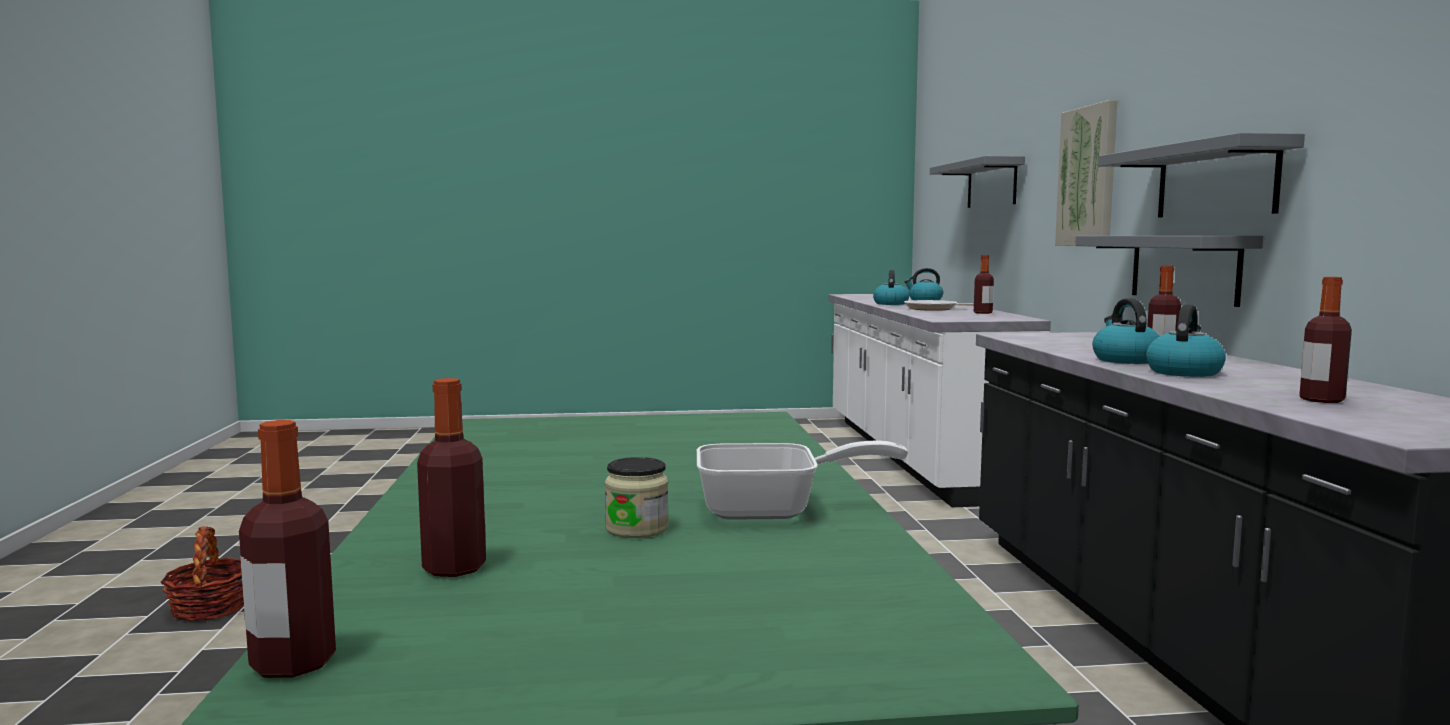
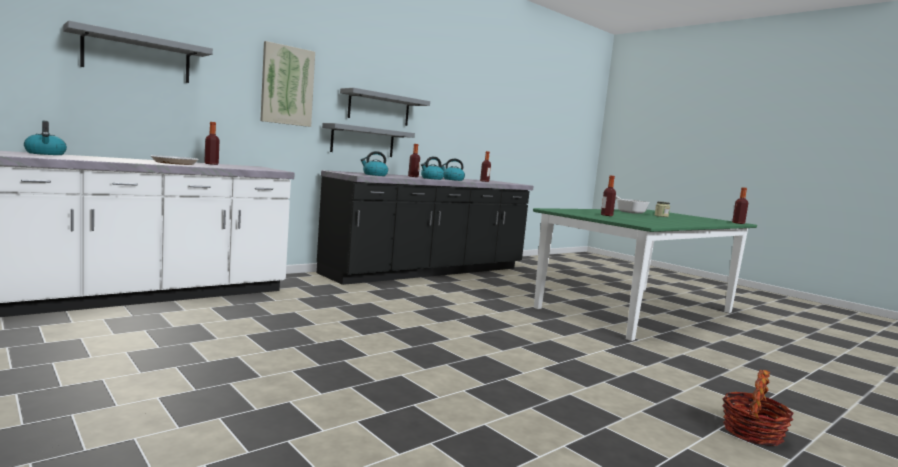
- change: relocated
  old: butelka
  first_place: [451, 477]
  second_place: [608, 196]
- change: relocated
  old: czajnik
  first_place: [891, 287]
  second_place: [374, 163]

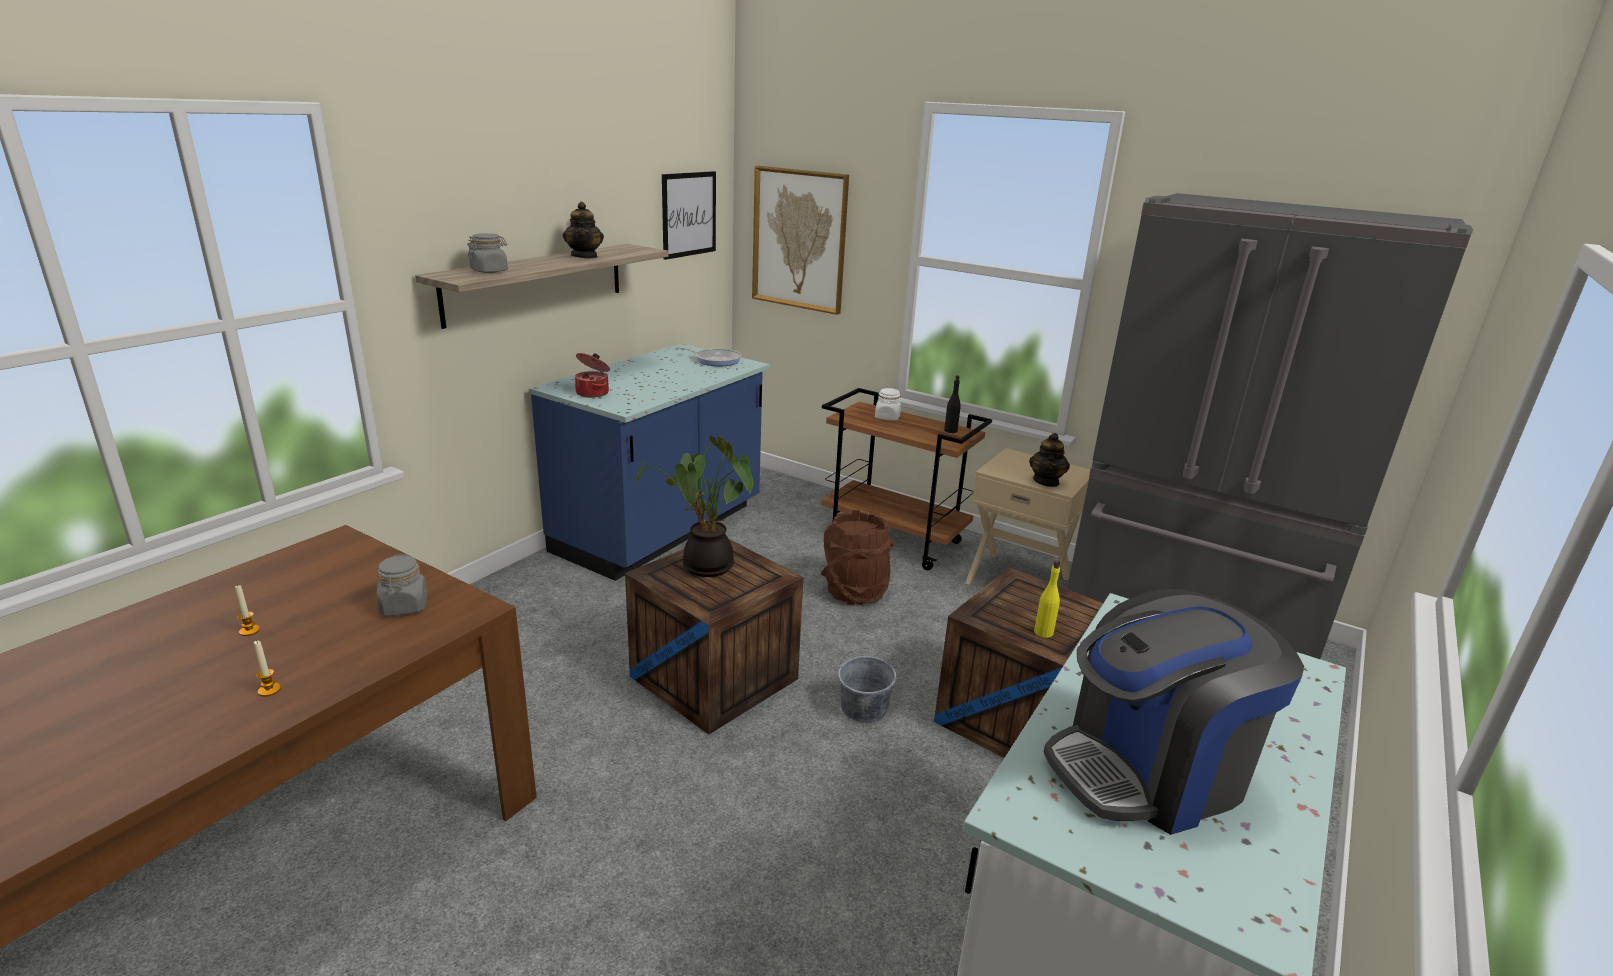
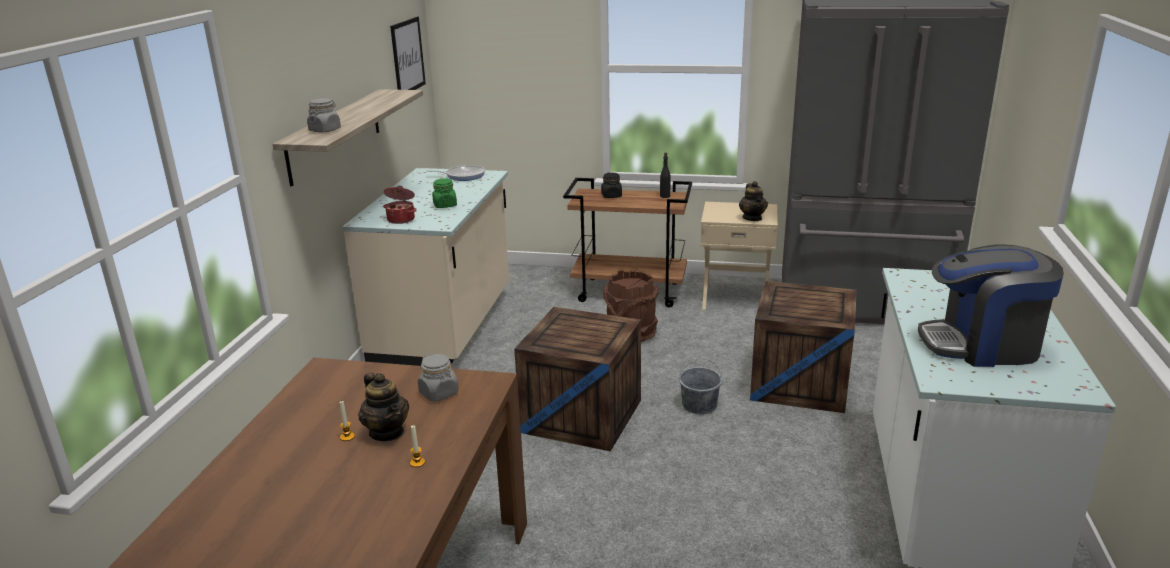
- change: missing
  old: roślina doniczkowa
  first_place: [693, 506]
- change: missing
  old: obraz
  first_place: [800, 240]
- change: missing
  old: butelka [żółty]
  first_place: [1047, 599]
- change: appeared
  new: słoik [zielony]
  second_place: [444, 193]
- change: relocated
  old: imbryk
  first_place: [583, 230]
  second_place: [383, 406]
- change: colour
  old: zabudowa kuchenna [niebieski]
  new: zabudowa kuchenna [beżowy]
  first_place: [649, 462]
  second_place: [426, 267]
- change: colour
  old: słoik [biały]
  new: słoik [czarny]
  first_place: [888, 404]
  second_place: [611, 185]
- change: spun
  old: ekspres do kawy
  first_place: [1173, 712]
  second_place: [991, 306]
  degrees: 45

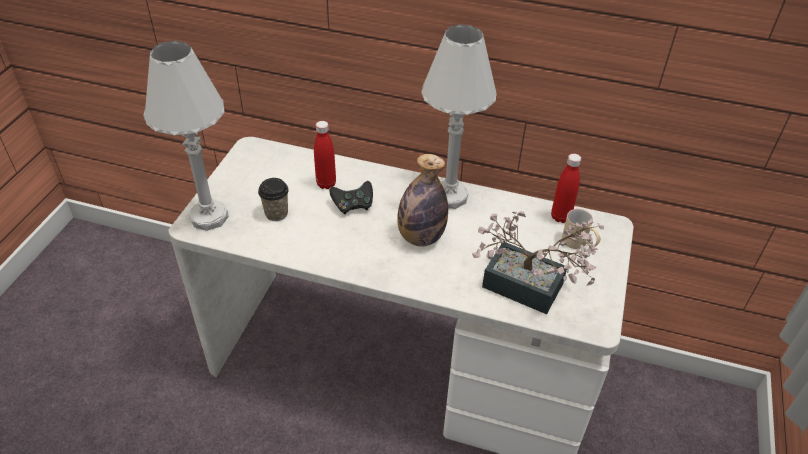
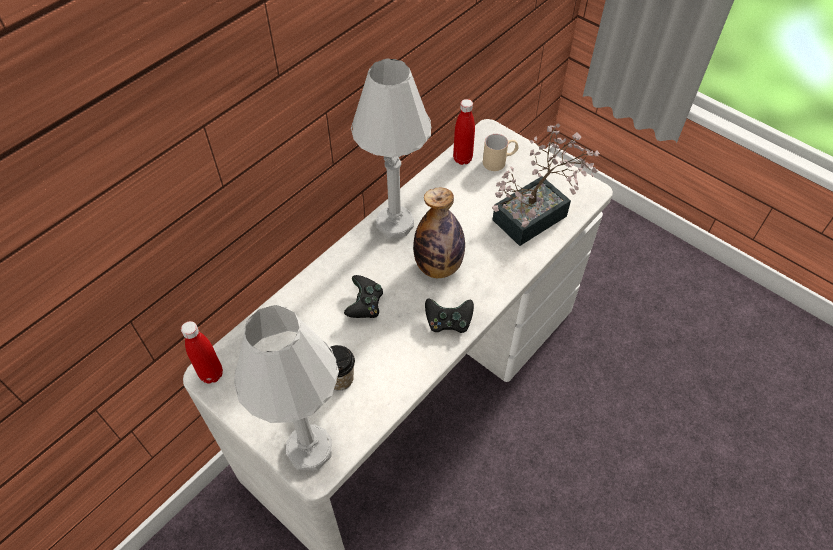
- change: appeared
  new: pad do gier [czarny]
  second_place: [449, 316]
- change: relocated
  old: butelka [czerwony]
  first_place: [325, 155]
  second_place: [202, 352]

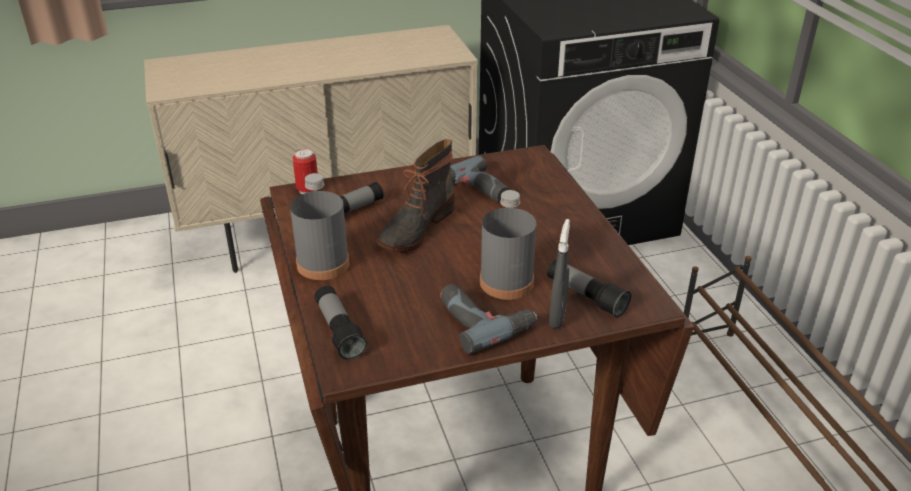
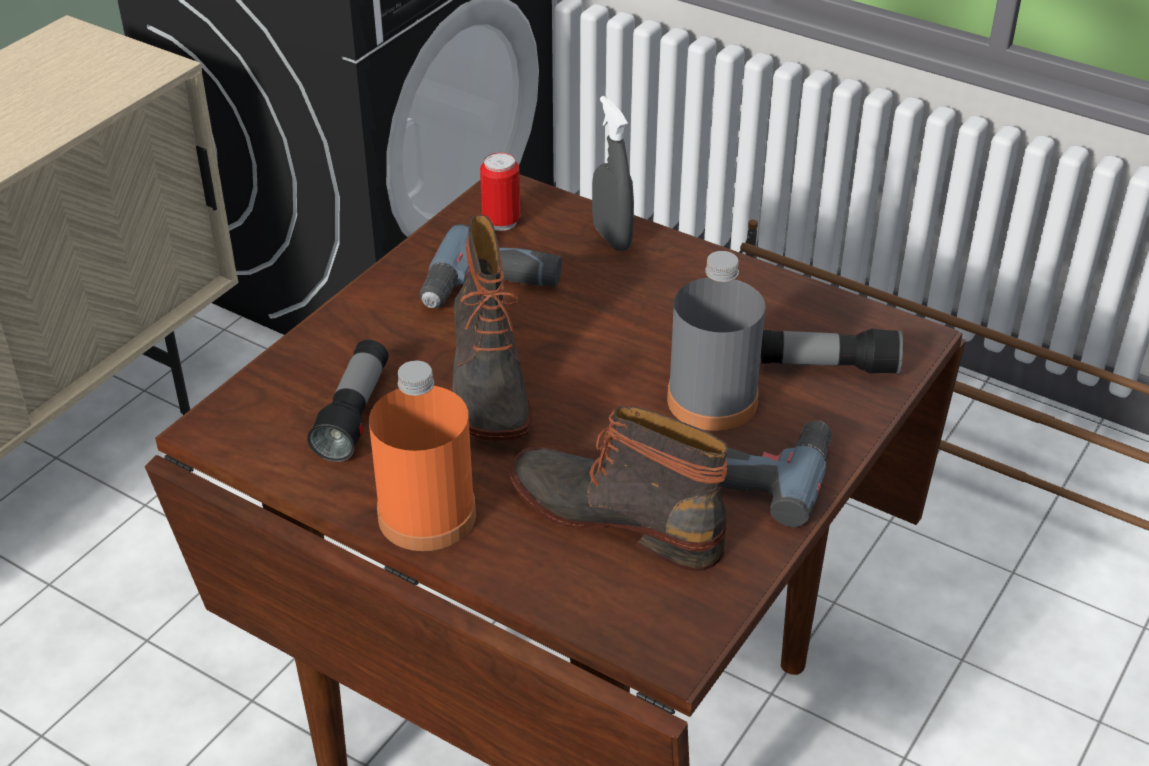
- change: missing
  old: latarka
  first_place: [341, 323]
- change: appeared
  new: but z cholewką
  second_place: [619, 488]
- change: relocated
  old: puszka
  first_place: [305, 171]
  second_place: [500, 191]
- change: relocated
  old: spryskiwacz [szary]
  first_place: [559, 273]
  second_place: [613, 173]
- change: colour
  old: butelka [szary]
  new: butelka [pomarańczowy]
  first_place: [320, 226]
  second_place: [422, 456]

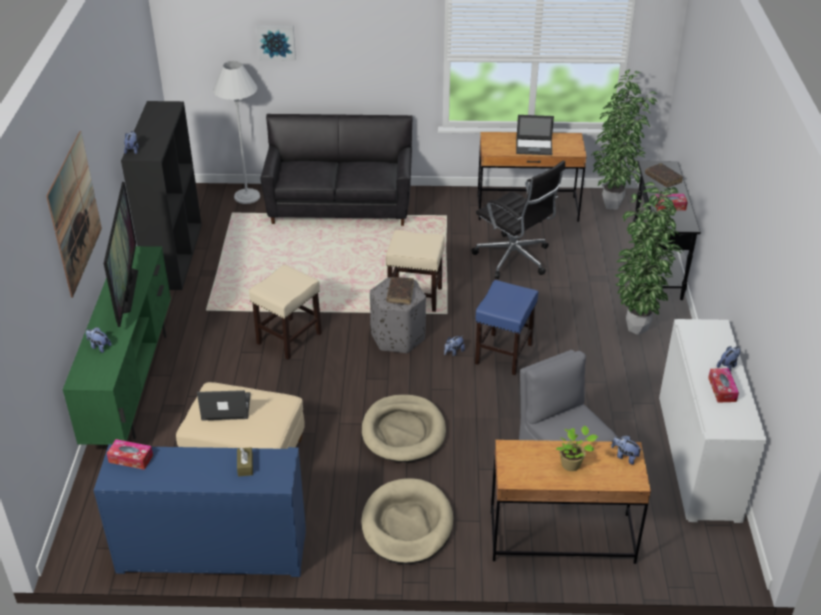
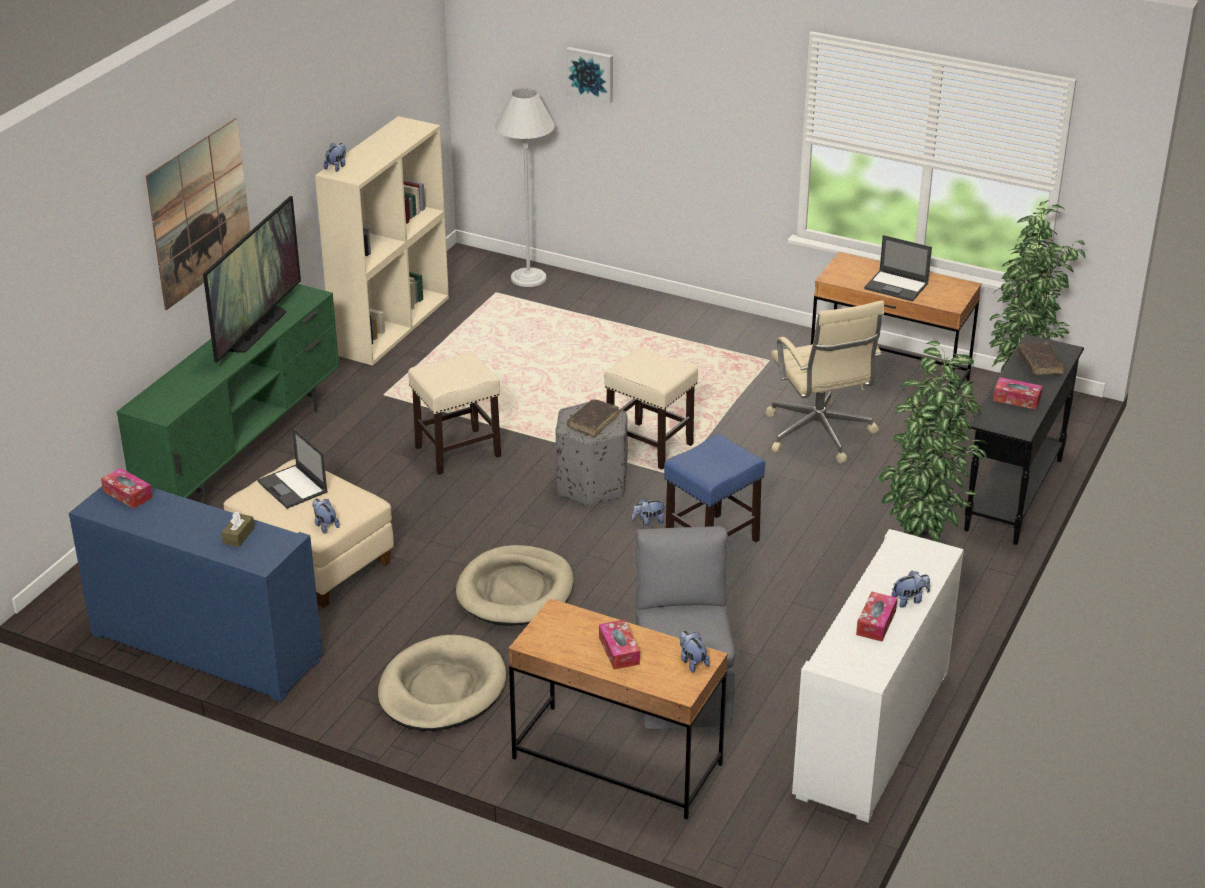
- change: missing
  old: kanapa [czarny]
  first_place: [336, 170]
- change: relocated
  old: pluszak
  first_place: [99, 340]
  second_place: [326, 516]
- change: exchanged
  old: roślina doniczkowa
  new: pudełko chusteczek
  first_place: [577, 448]
  second_place: [619, 644]
- change: colour
  old: regał [czarny]
  new: regał [beżowy]
  first_place: [161, 195]
  second_place: [382, 240]
- change: colour
  old: krzesło biurowe [czarny]
  new: krzesło biurowe [beżowy]
  first_place: [518, 219]
  second_place: [824, 381]
- change: spun
  old: laptop
  first_place: [223, 405]
  second_place: [293, 468]
  degrees: -150

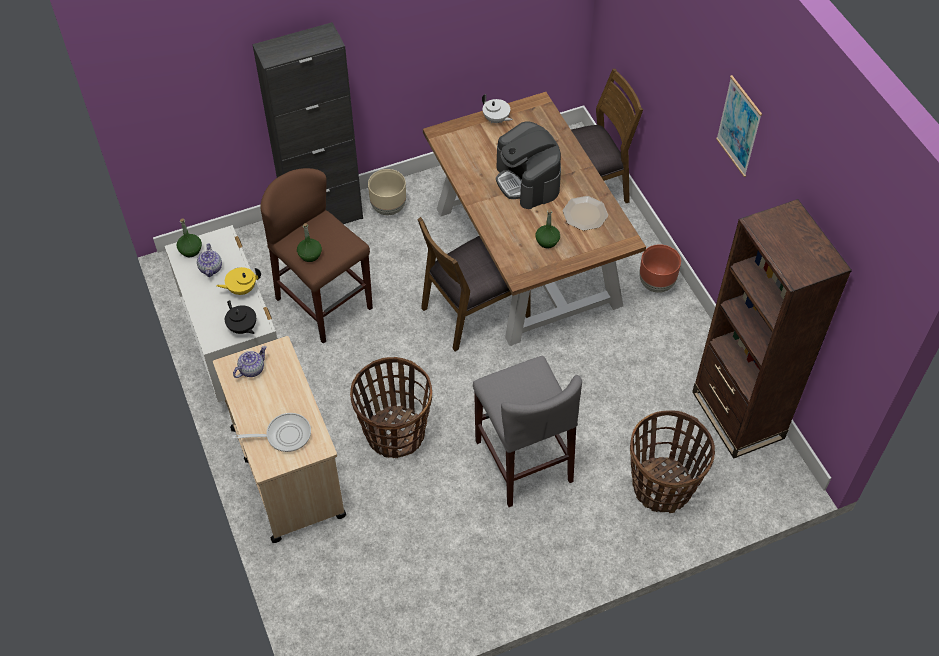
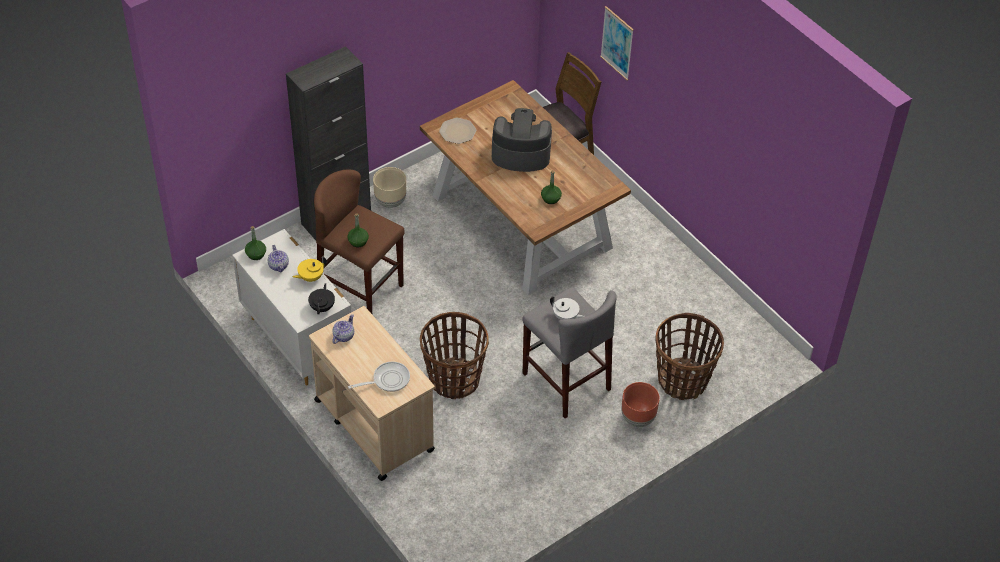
- change: missing
  old: krzesło [brązowy]
  first_place: [474, 284]
- change: missing
  old: regał [brązowy]
  first_place: [772, 329]
- change: relocated
  old: imbryk [biały]
  first_place: [497, 108]
  second_place: [567, 308]
- change: relocated
  old: talerz
  first_place: [585, 213]
  second_place: [457, 131]
- change: relocated
  old: donica [brązowy]
  first_place: [660, 268]
  second_place: [640, 404]
- change: relocated
  old: obraz
  first_place: [739, 126]
  second_place: [617, 43]
- change: spun
  old: imbryk [czarny]
  first_place: [240, 317]
  second_place: [321, 299]
  degrees: -120
- change: spun
  old: ekspres do kawy
  first_place: [528, 165]
  second_place: [522, 140]
  degrees: 135

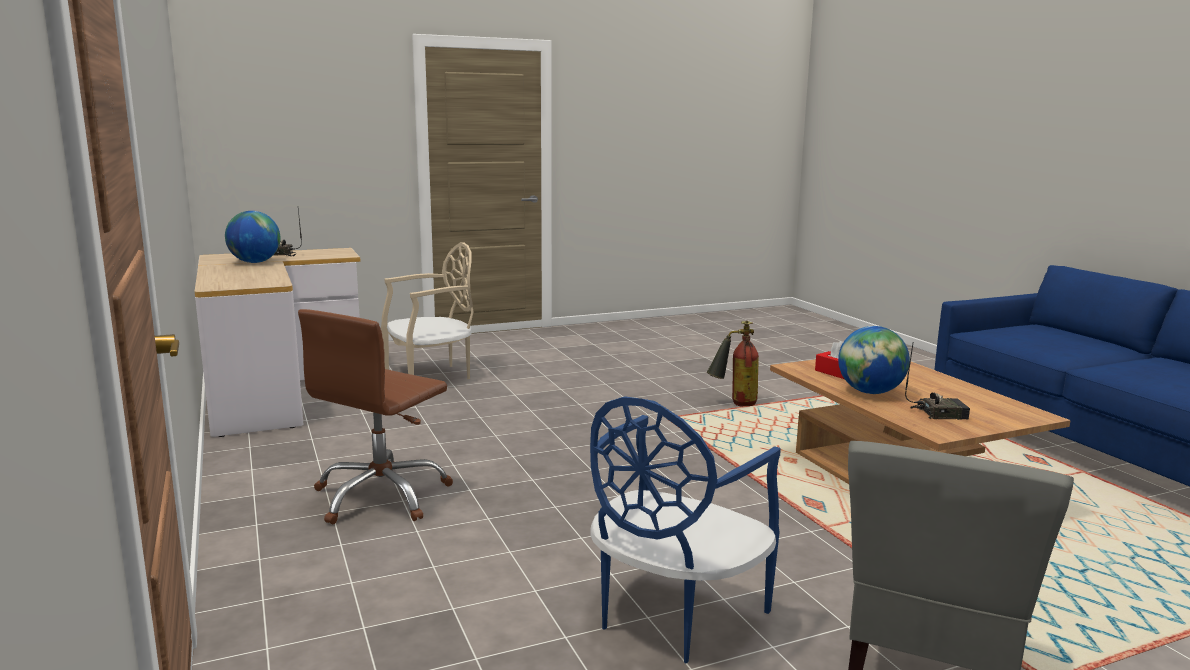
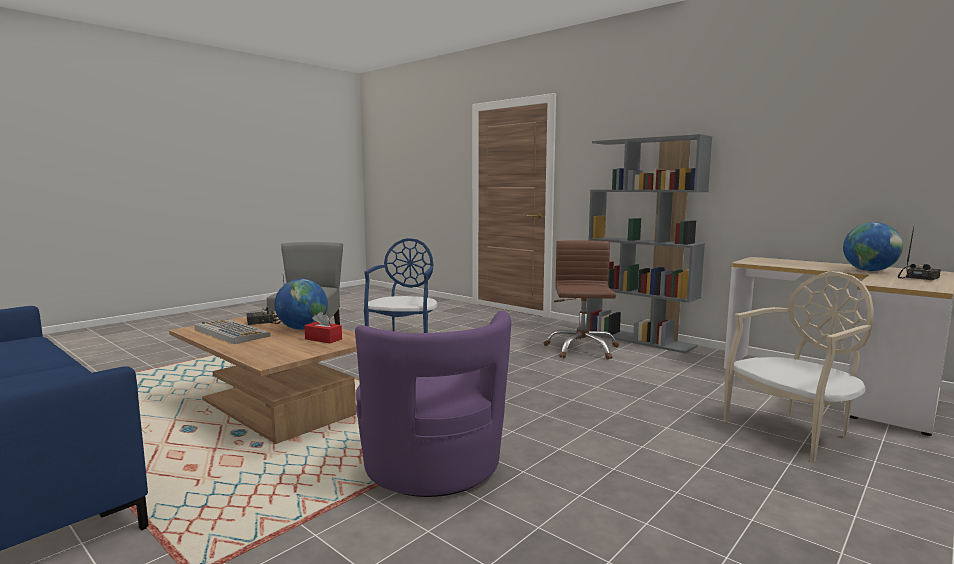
- change: appeared
  new: klawiatura
  second_place: [233, 332]
- change: appeared
  new: regał [szary]
  second_place: [649, 244]
- change: exchanged
  old: gaśnica
  new: fotel [fioletowy]
  first_place: [733, 364]
  second_place: [433, 404]
- change: spun
  old: krzesło [beżowy]
  first_place: [427, 310]
  second_place: [799, 367]
  degrees: -150

